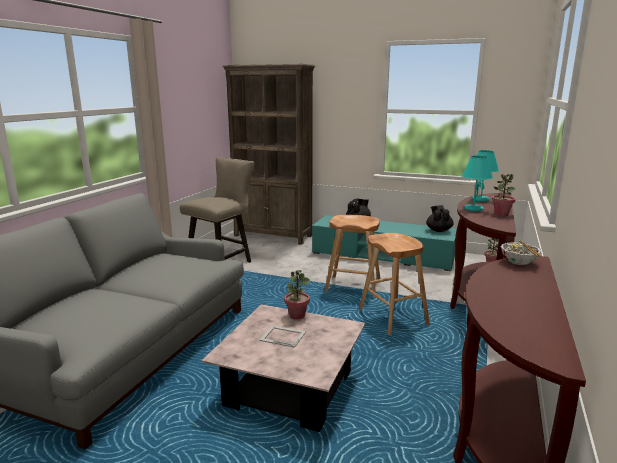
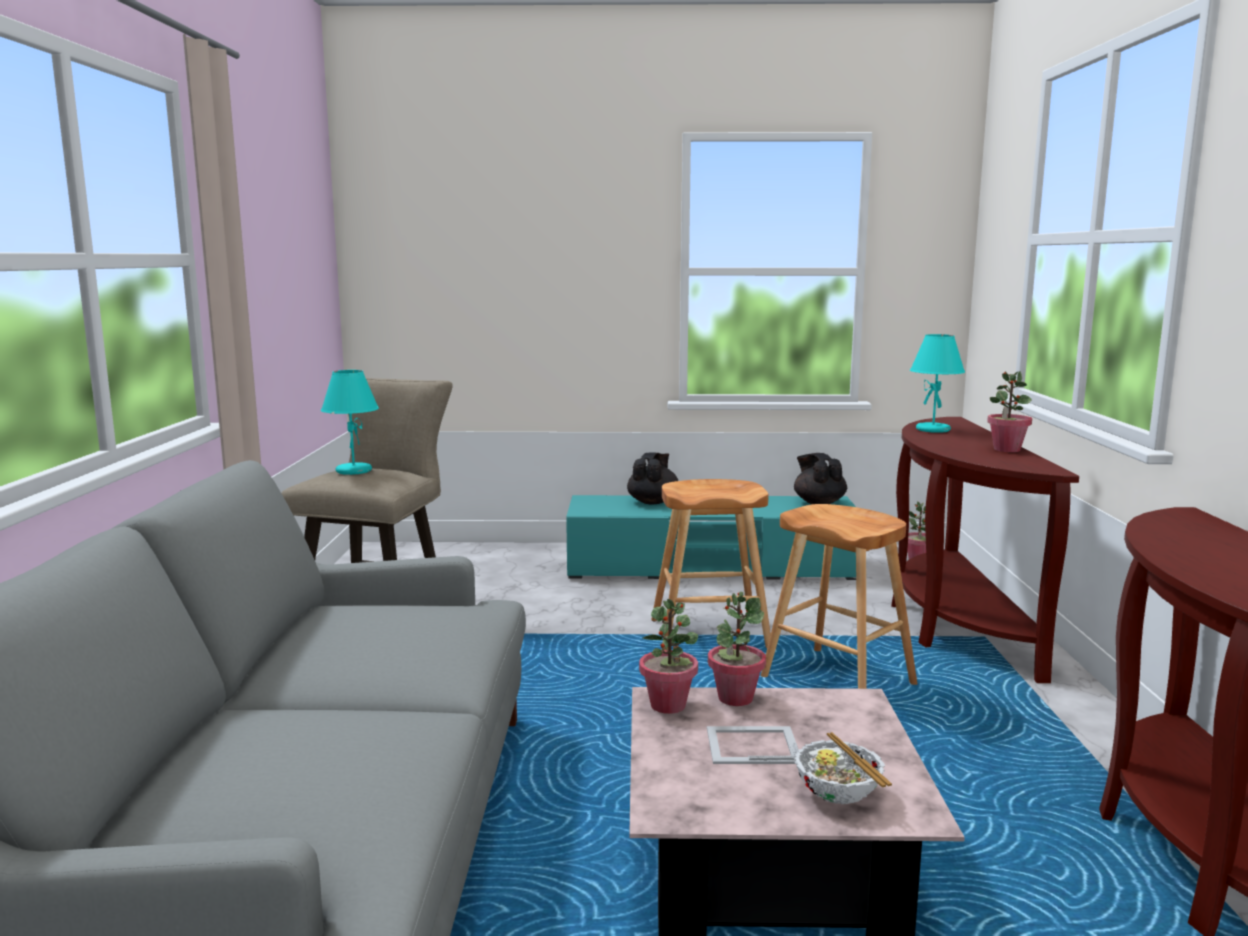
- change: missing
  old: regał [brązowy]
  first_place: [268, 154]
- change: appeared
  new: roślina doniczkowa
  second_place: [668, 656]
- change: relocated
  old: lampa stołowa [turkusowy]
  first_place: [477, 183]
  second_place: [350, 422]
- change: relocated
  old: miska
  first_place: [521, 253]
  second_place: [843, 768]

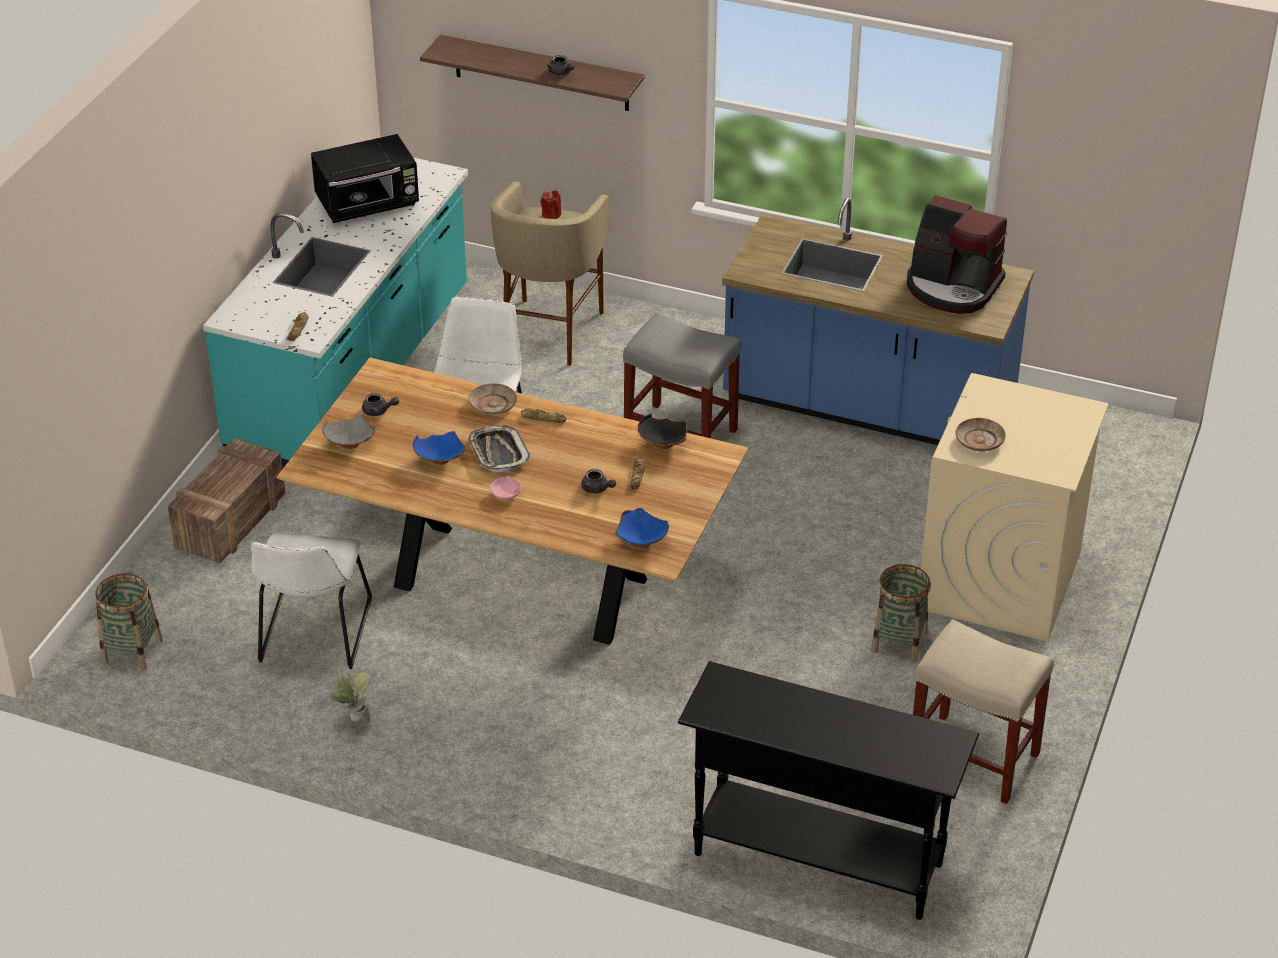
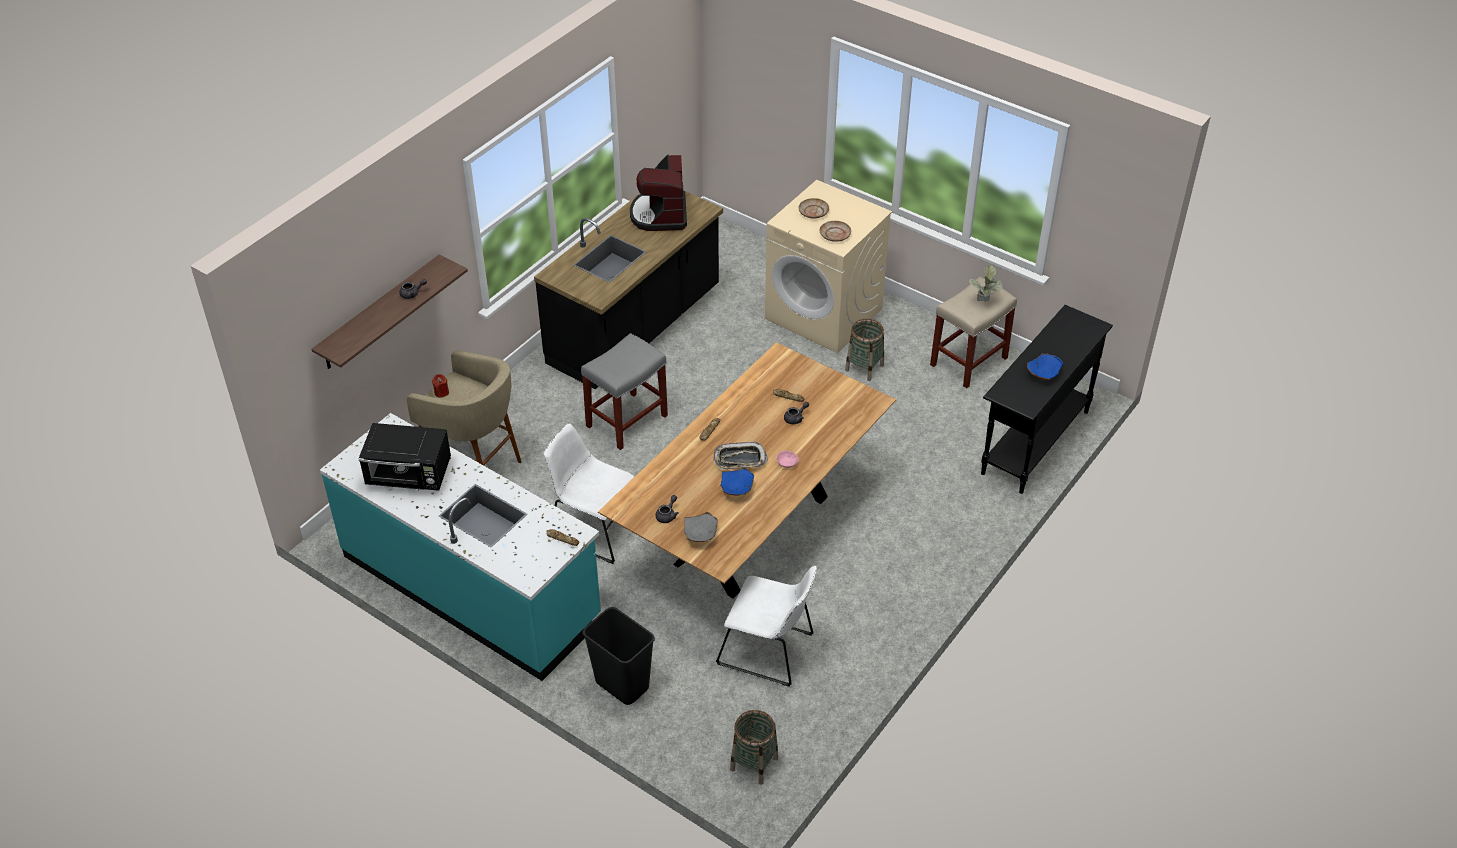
- change: missing
  old: miska [czarny]
  first_place: [663, 431]
- change: relocated
  old: roślina doniczkowa
  first_place: [349, 697]
  second_place: [986, 283]
- change: relocated
  old: talerz [beżowy]
  first_place: [493, 399]
  second_place: [814, 208]
- change: relocated
  old: miska [niebieski]
  first_place: [641, 528]
  second_place: [1045, 366]
- change: exchanged
  old: skrzynka
  new: kosz na śmieci [czarny]
  first_place: [226, 500]
  second_place: [619, 656]
- change: colour
  old: zabudowa kuchenna [niebieski]
  new: zabudowa kuchenna [czarny]
  first_place: [878, 321]
  second_place: [628, 289]
- change: spun
  old: mikrofalówka [czarny]
  first_place: [365, 178]
  second_place: [405, 457]
  degrees: 105
- change: spun
  old: ekspres do kawy
  first_place: [957, 254]
  second_place: [658, 193]
  degrees: 135

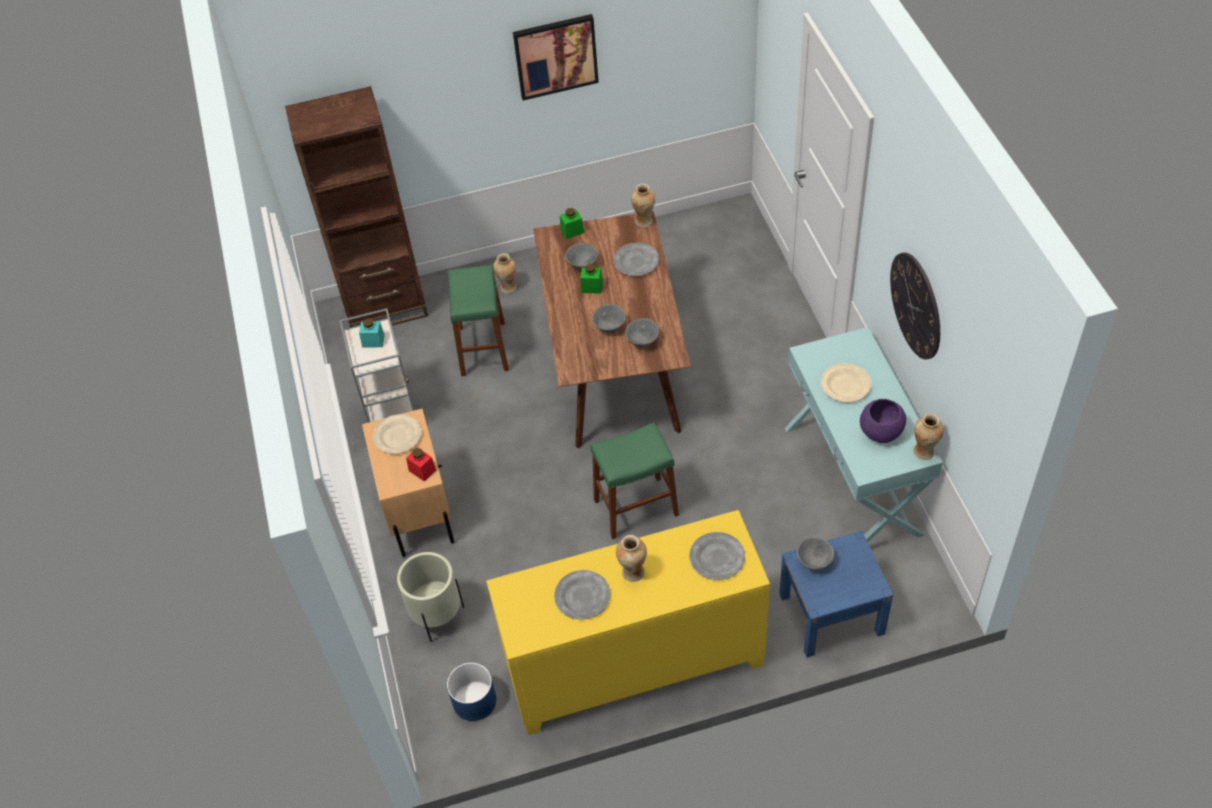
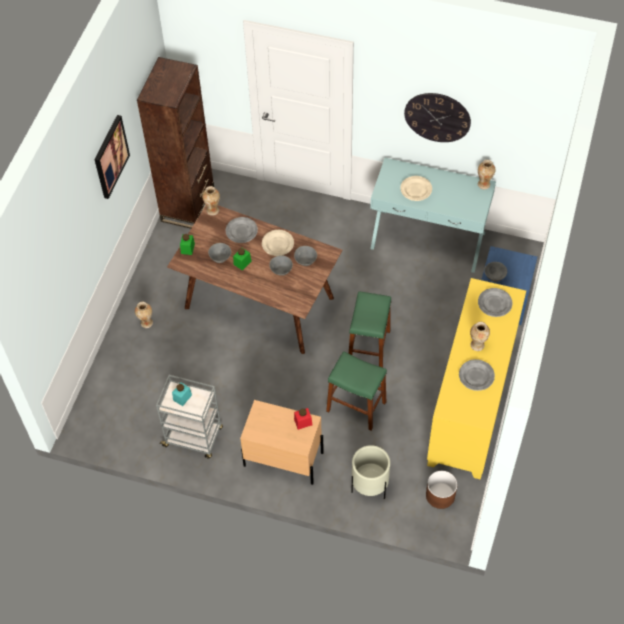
- change: missing
  old: miska [fioletowy]
  first_place: [883, 421]
- change: relocated
  old: regał [brązowy]
  first_place: [356, 207]
  second_place: [175, 143]
- change: relocated
  old: talerz [beżowy]
  first_place: [397, 434]
  second_place: [278, 243]
- change: relocated
  old: stołek [zielony]
  first_place: [478, 320]
  second_place: [356, 390]
- change: colour
  old: donica [niebieski]
  new: donica [brązowy]
  first_place: [471, 691]
  second_place: [441, 490]

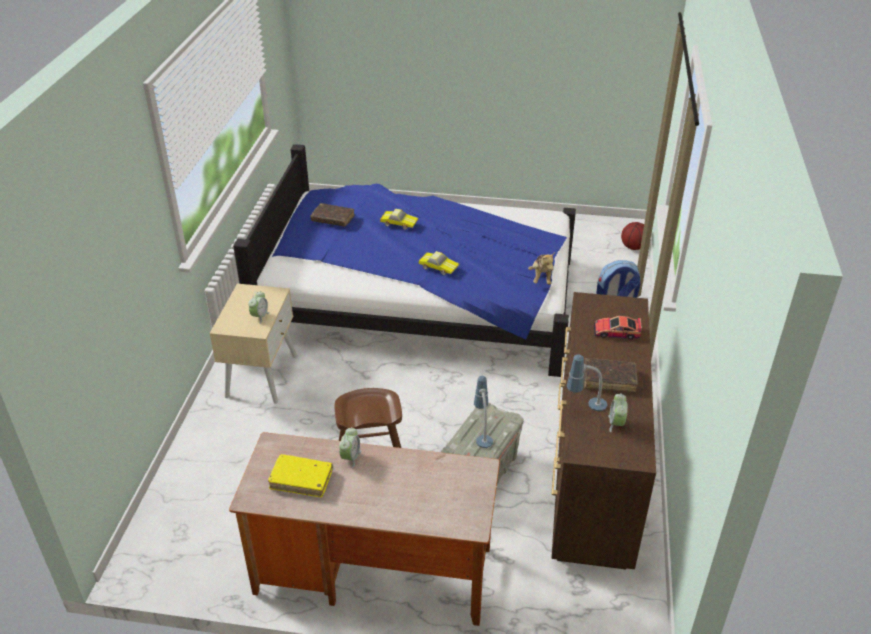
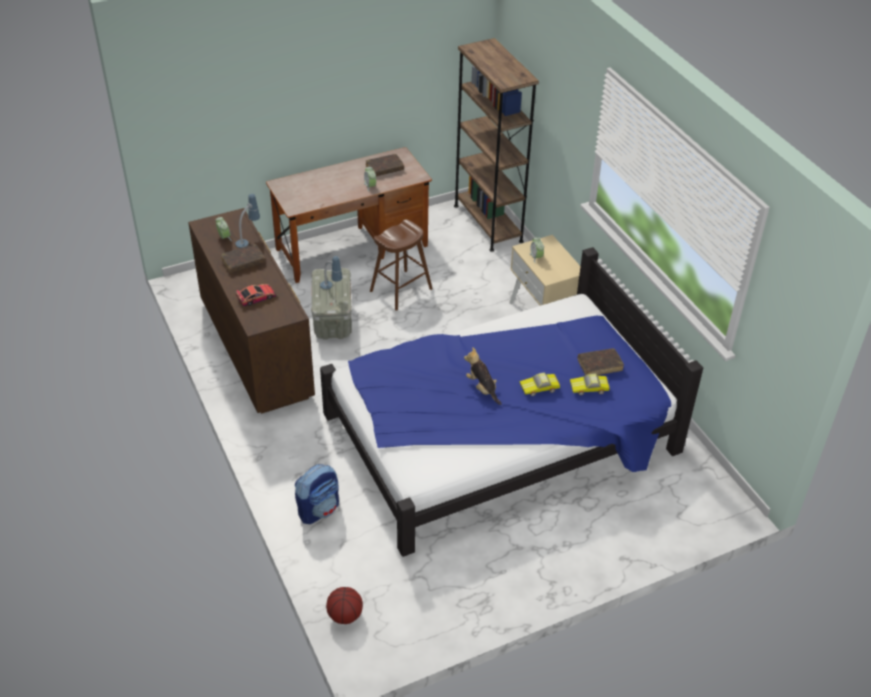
- change: appeared
  new: regał [brązowy]
  second_place: [496, 145]
- change: relocated
  old: samochodzik
  first_place: [439, 263]
  second_place: [590, 384]
- change: relocated
  old: pluszak
  first_place: [541, 268]
  second_place: [483, 376]
- change: colour
  old: książka [żółty]
  new: książka [brązowy]
  first_place: [300, 475]
  second_place: [385, 165]

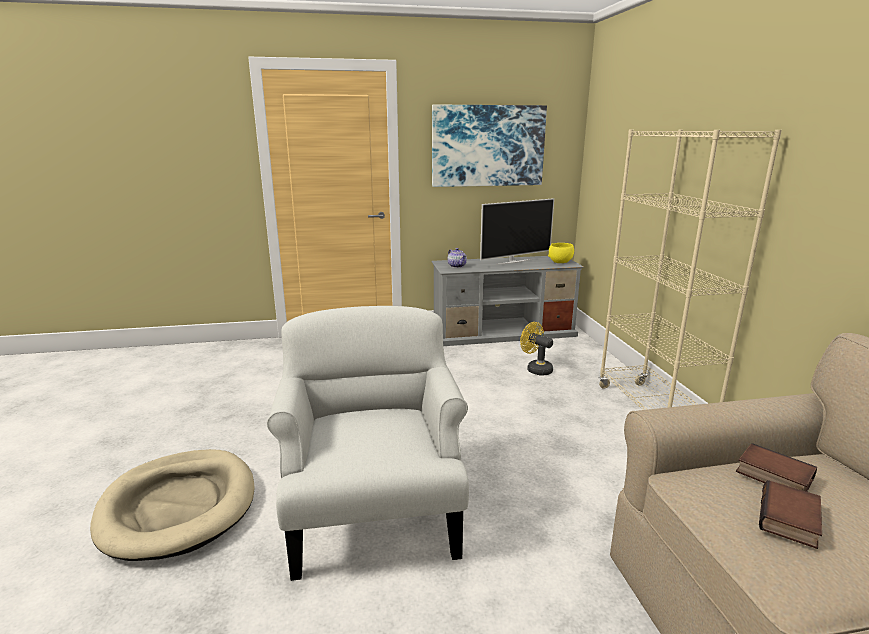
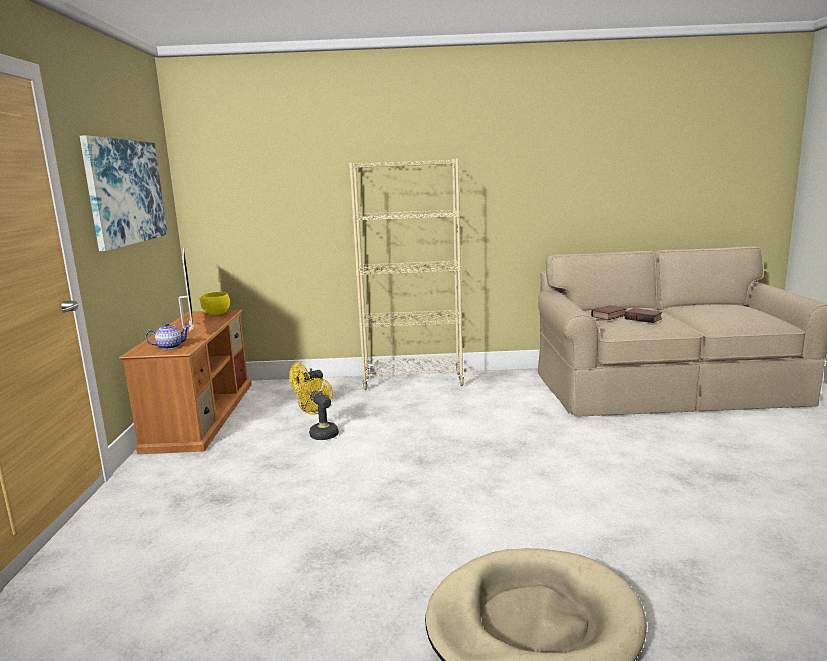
- change: missing
  old: fotel [biały]
  first_place: [368, 443]
- change: appeared
  new: wentylator [żółty]
  second_place: [318, 409]
- change: colour
  old: szafka pod telewizor [szary]
  new: szafka pod telewizor [brązowy]
  first_place: [507, 301]
  second_place: [185, 382]

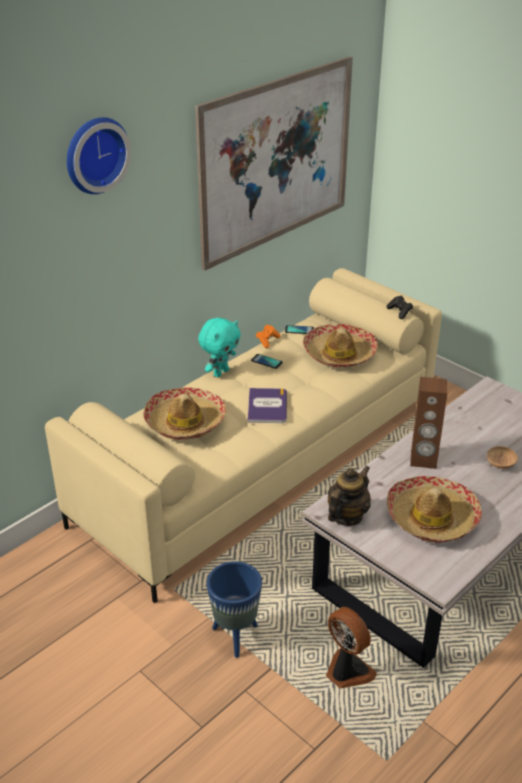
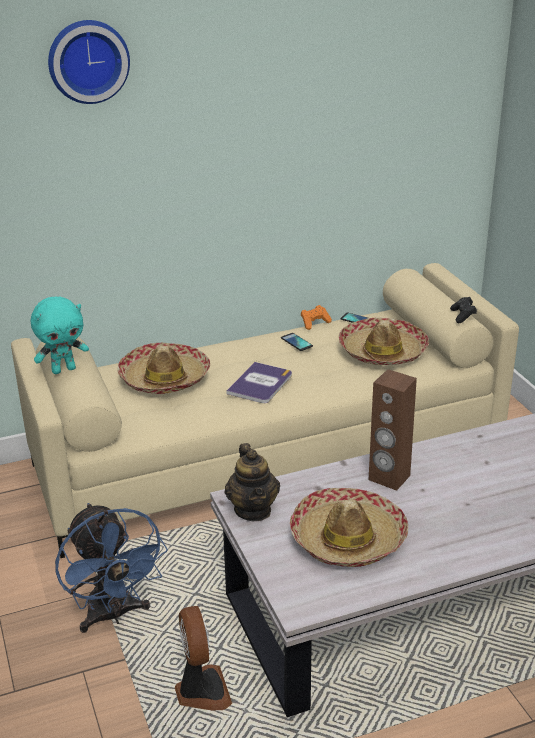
- change: missing
  old: obraz
  first_place: [274, 163]
- change: missing
  old: miska [brązowy]
  first_place: [502, 457]
- change: relocated
  old: pluszak [turkusowy]
  first_place: [219, 347]
  second_place: [60, 335]
- change: exchanged
  old: donica [niebieski]
  new: wentylator [niebieski]
  first_place: [234, 609]
  second_place: [111, 568]
- change: spun
  old: imbryk
  first_place: [349, 496]
  second_place: [252, 482]
  degrees: 105

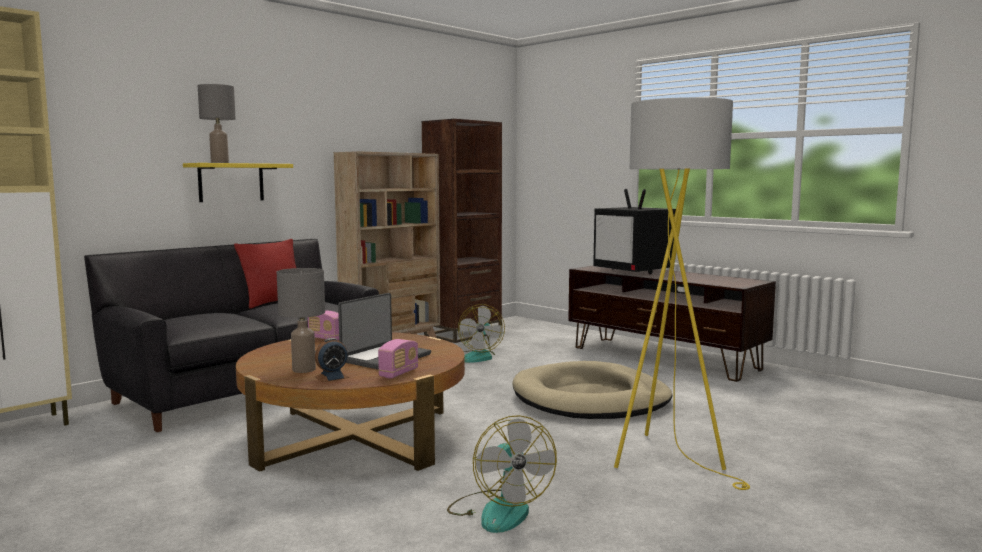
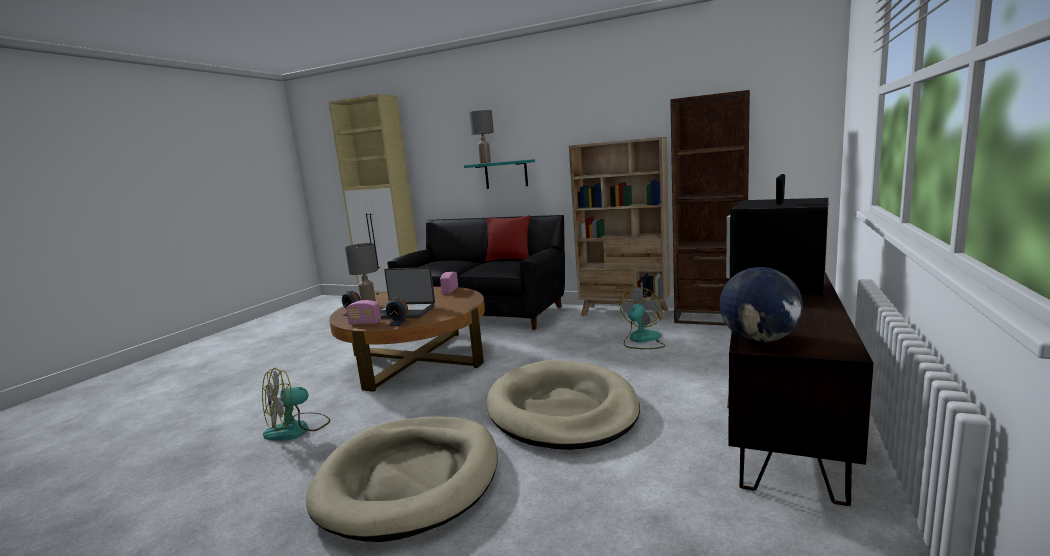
- change: appeared
  new: budzik
  second_place: [398, 311]
- change: appeared
  new: globus
  second_place: [761, 305]
- change: exchanged
  old: lampa stojąca [żółty]
  new: legowisko [beżowy]
  first_place: [682, 293]
  second_place: [402, 479]
- change: colour
  old: półka [żółty]
  new: półka [turkusowy]
  first_place: [238, 182]
  second_place: [499, 174]
- change: spun
  old: wentylator
  first_place: [481, 333]
  second_place: [642, 318]
  degrees: 135

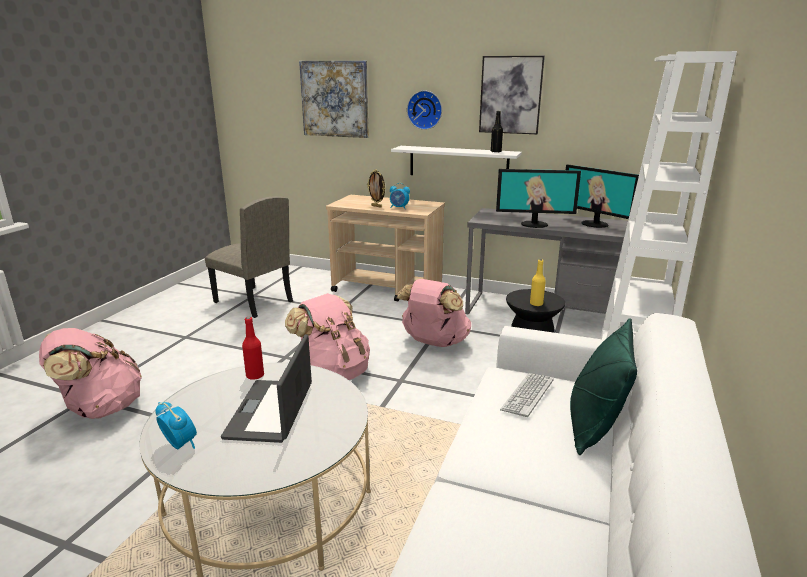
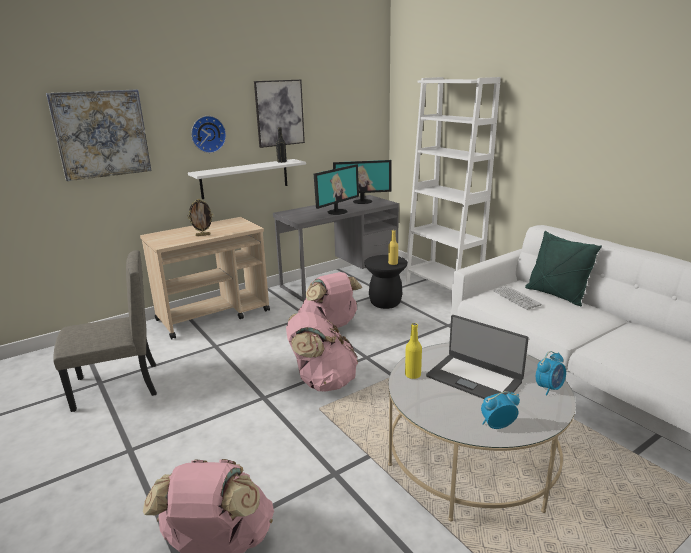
- change: relocated
  old: budzik
  first_place: [400, 196]
  second_place: [551, 373]
- change: colour
  old: butelka [czerwony]
  new: butelka [żółty]
  first_place: [253, 348]
  second_place: [413, 351]

